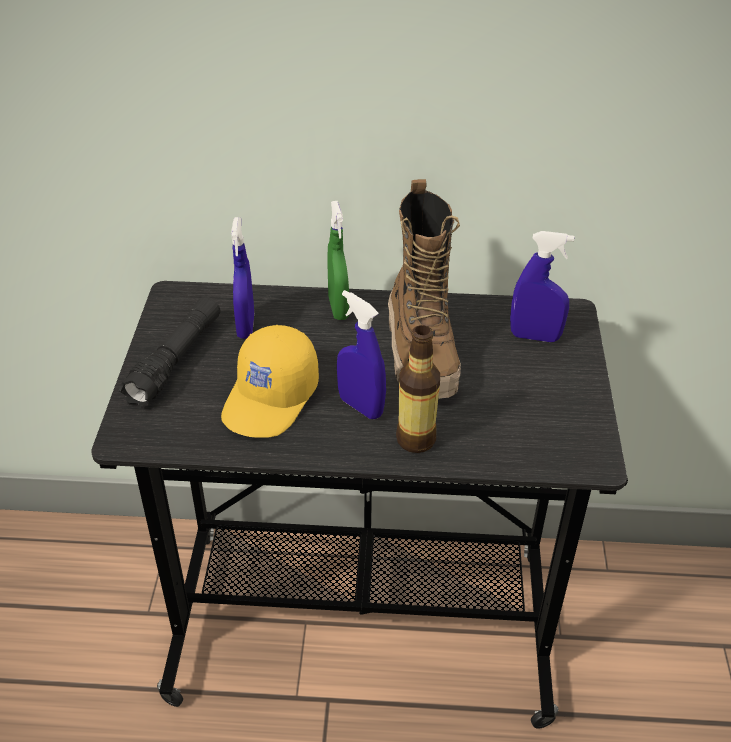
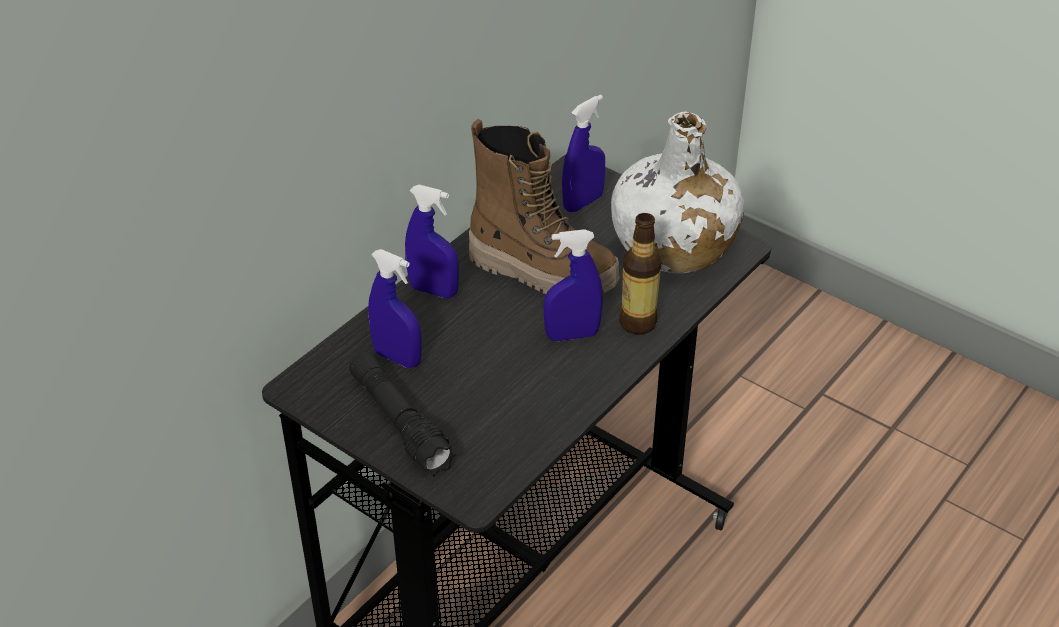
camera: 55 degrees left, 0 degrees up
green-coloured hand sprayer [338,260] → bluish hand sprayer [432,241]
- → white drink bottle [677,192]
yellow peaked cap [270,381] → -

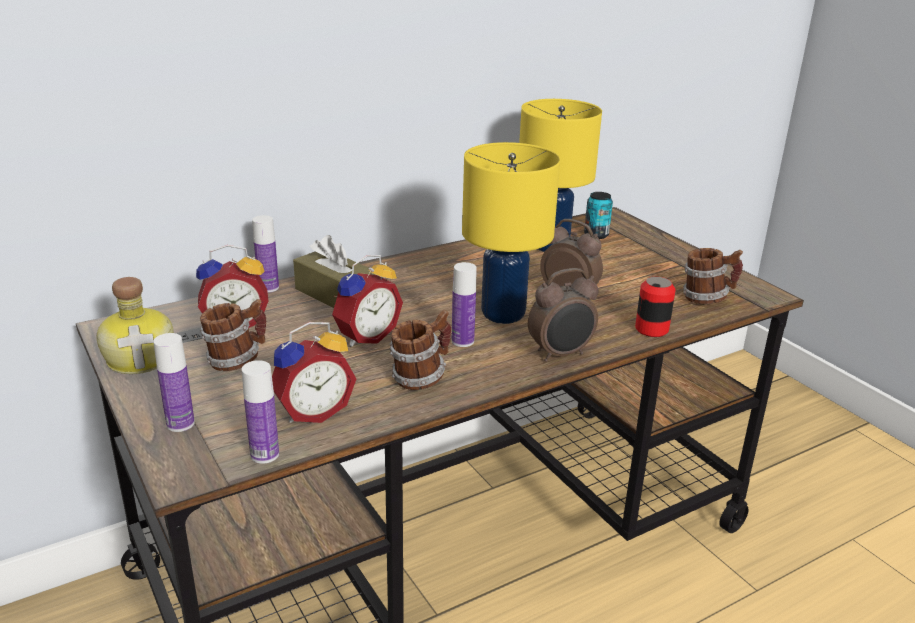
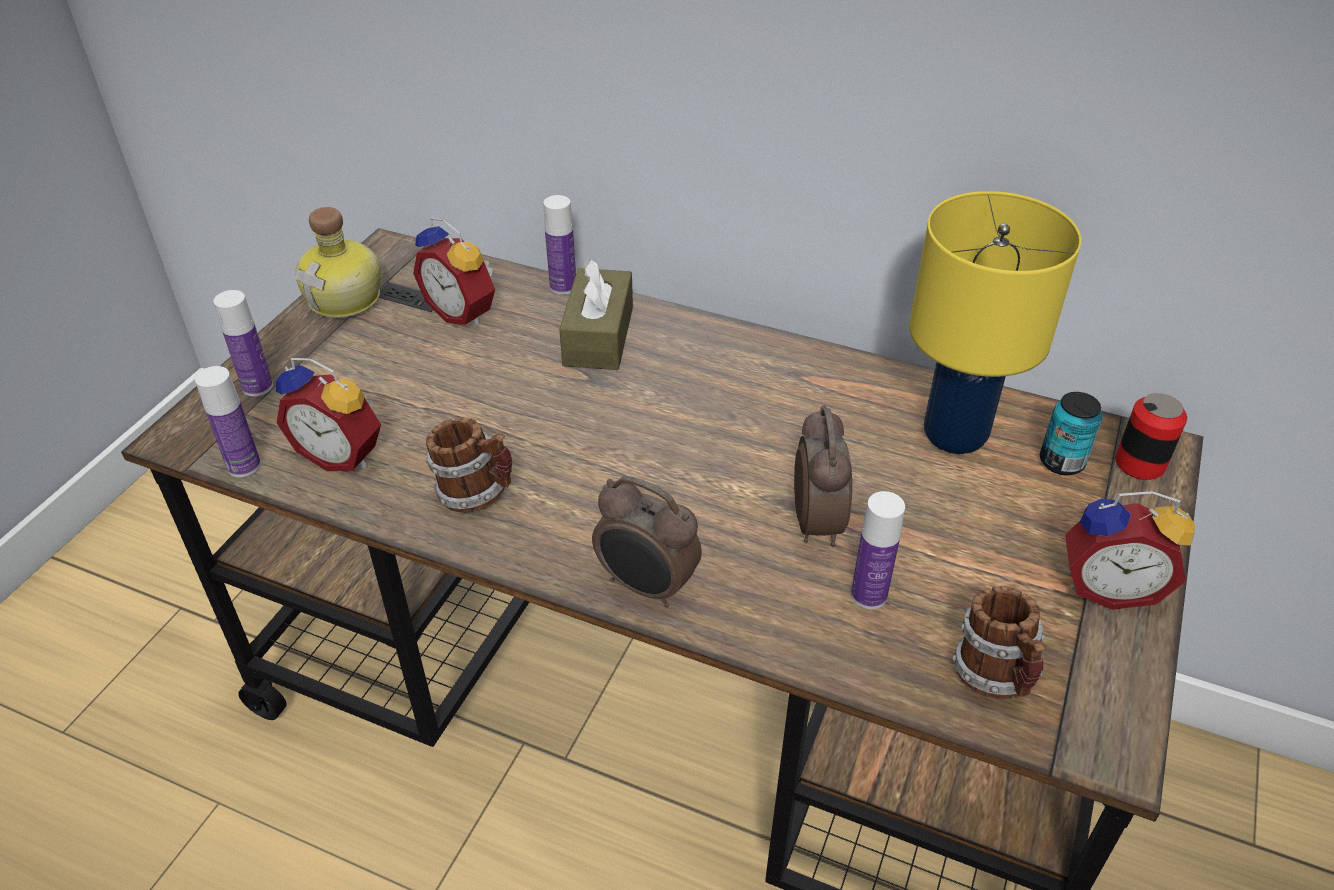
camera: 55 degrees right, 15 degrees up
drink bottle [464,304] → drink bottle [878,550], relocated
alarm clock [367,300] → alarm clock [1130,550], relocated
metal can [655,307] → metal can [1151,436], relocated
mug [233,335] → -
yellow tabletop lamp [511,233] → -

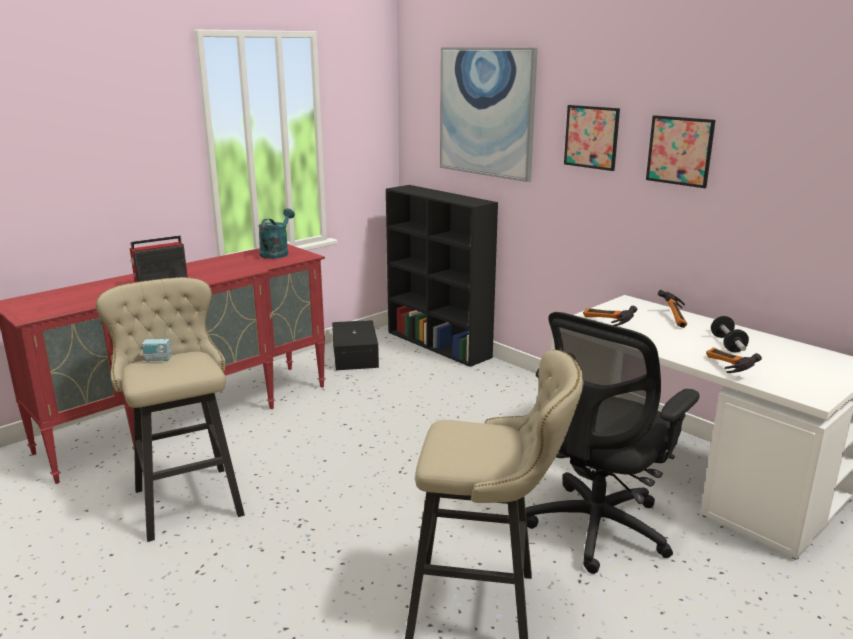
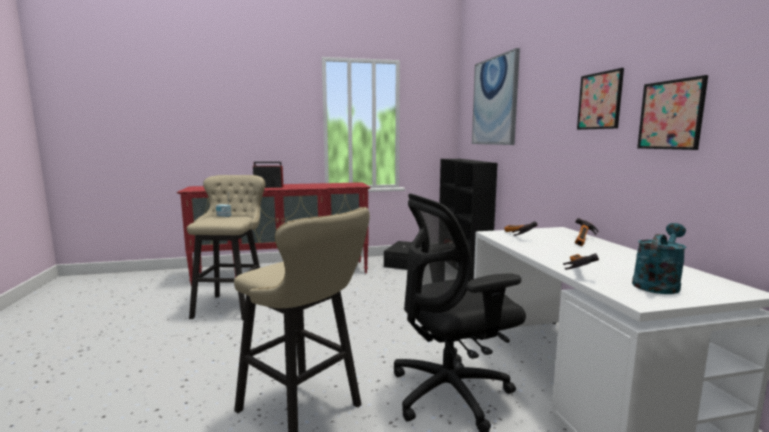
camera: 30 degrees right, 10 degrees down
blue-green watering can [276,233] → blue-green watering can [659,258], relocated
picture [592,138] → picture [672,112], relocated
dumbbell [730,334] → -

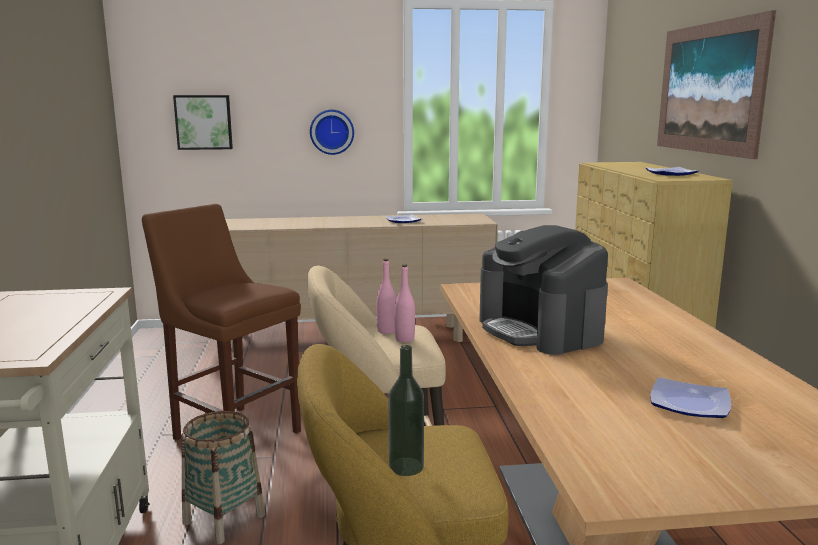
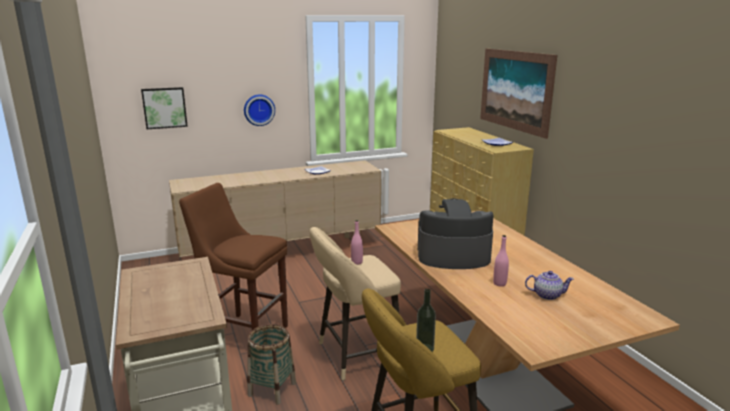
camera: 15 degrees left, 5 degrees up
coffee brewer [543,290] → coffee brewer [455,233], 135 degrees clockwise
pinkish drink bottle [405,304] → pinkish drink bottle [501,261], relocated
plate [690,397] → teapot [549,285]

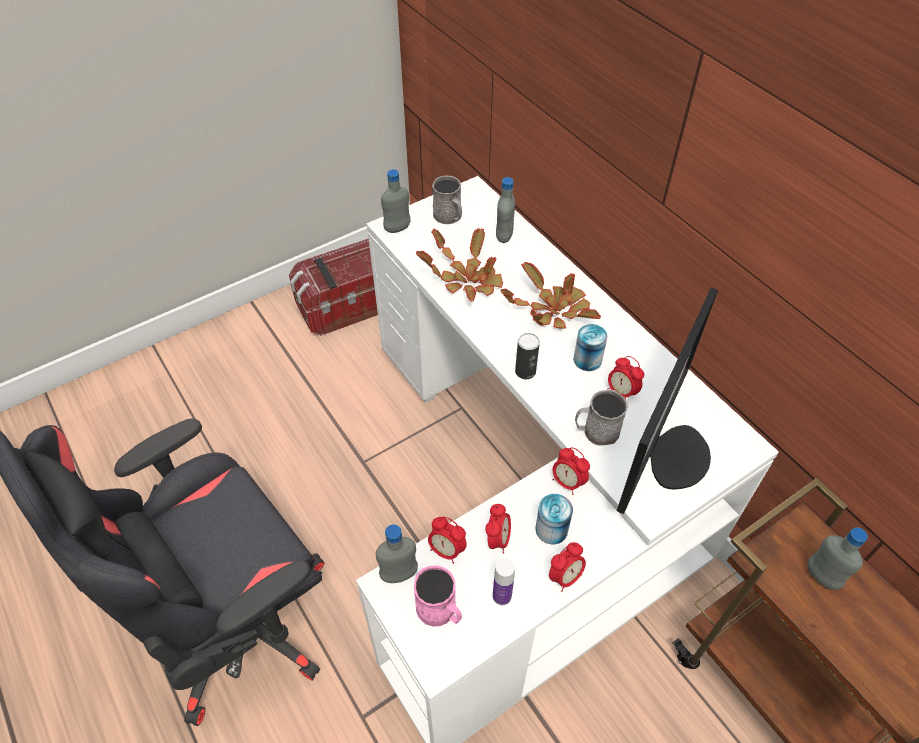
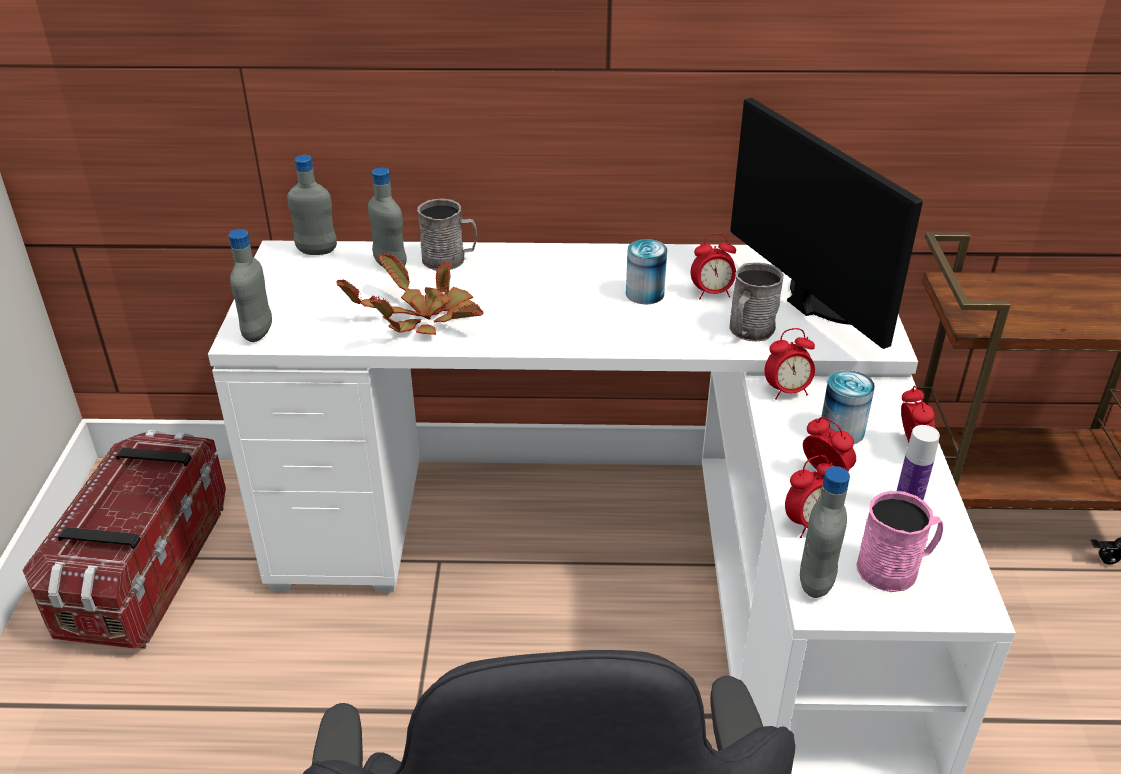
camera: 55 degrees left, 15 degrees down
gray drink bottle [837,558] → gray drink bottle [312,205], relocated
gray mug [447,200] → gray mug [447,234], relocated
plant in a pot [551,295] → -
metal can [527,356] → -

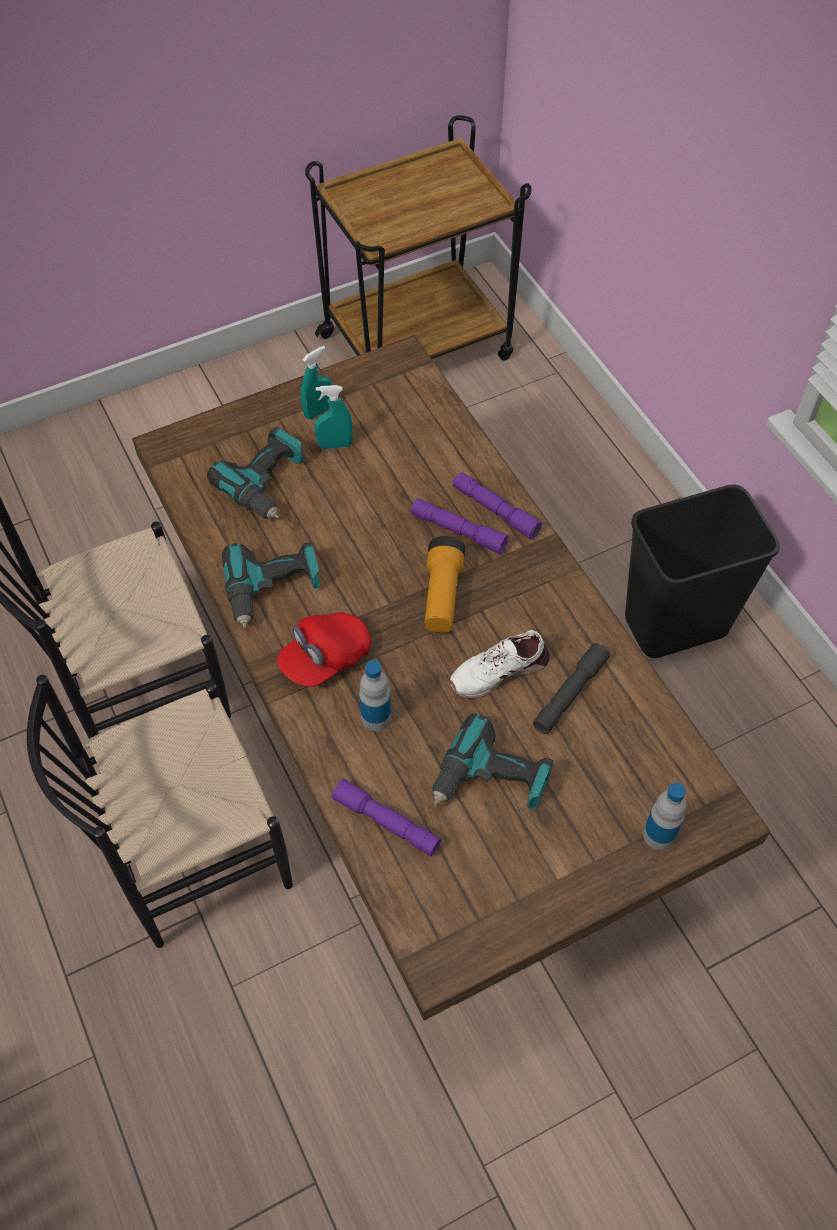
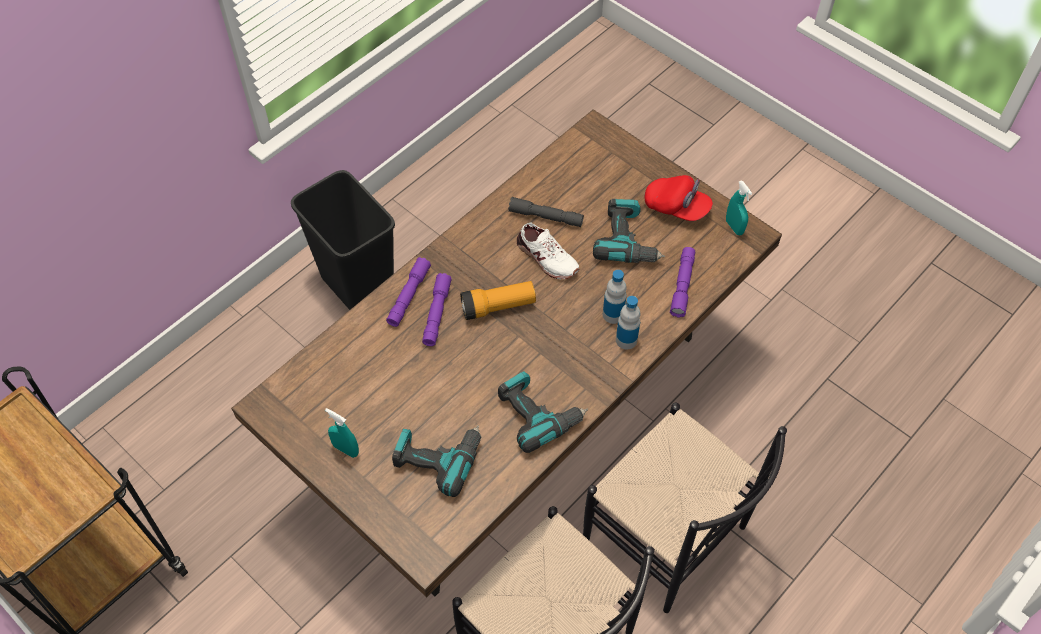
camera: 110 degrees left, 0 degrees up
drink bottle [664,816] → drink bottle [628,322], relocated
red-coloured peaked cap [324,649] → red-coloured peaked cap [679,198], relocated
blue-green hand sprayer [334,417] → blue-green hand sprayer [739,207], relocated

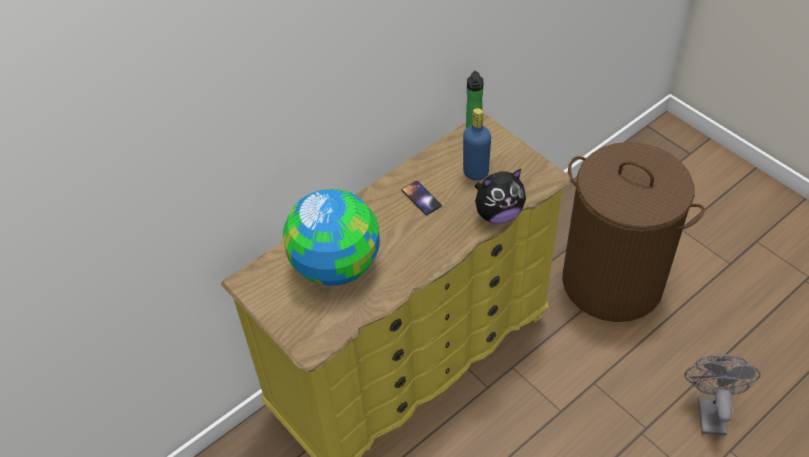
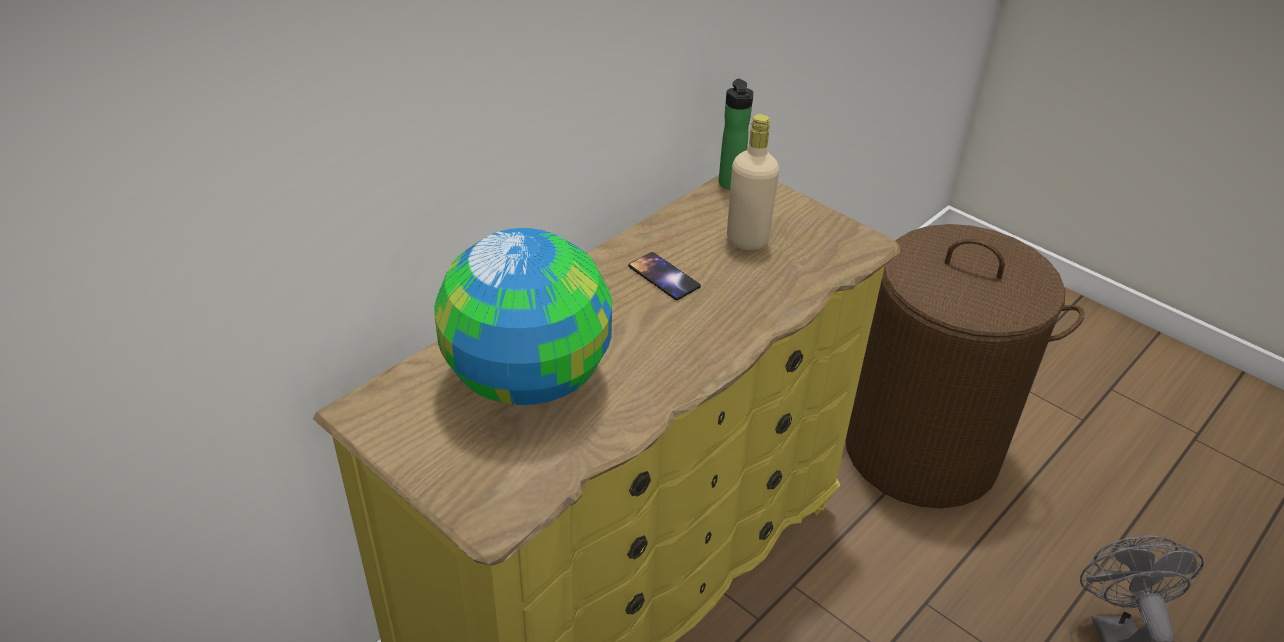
camera: 10 degrees left, 10 degrees down
bluish drink bottle [477,144] → beige drink bottle [753,182]
plush toy [500,196] → -

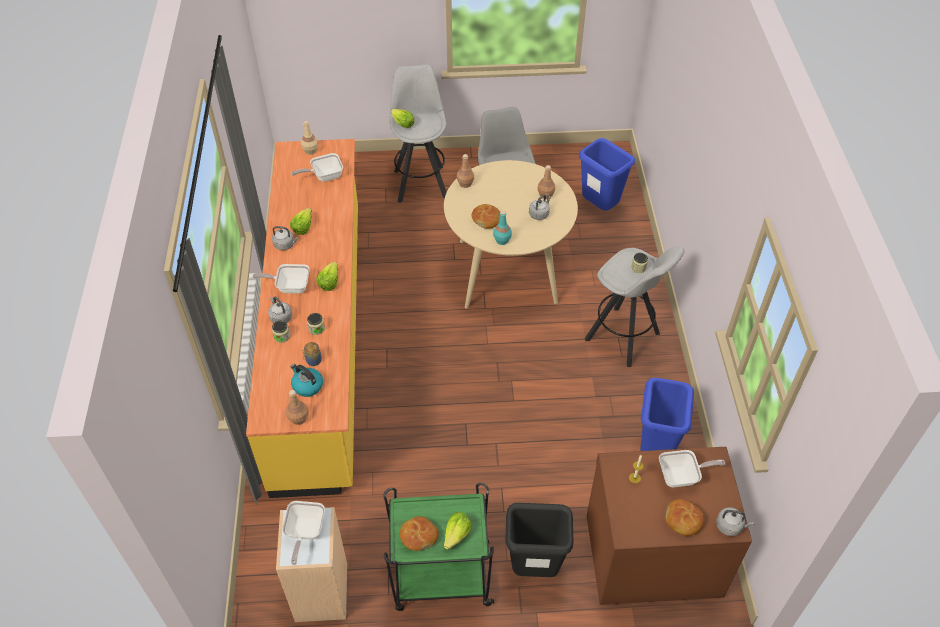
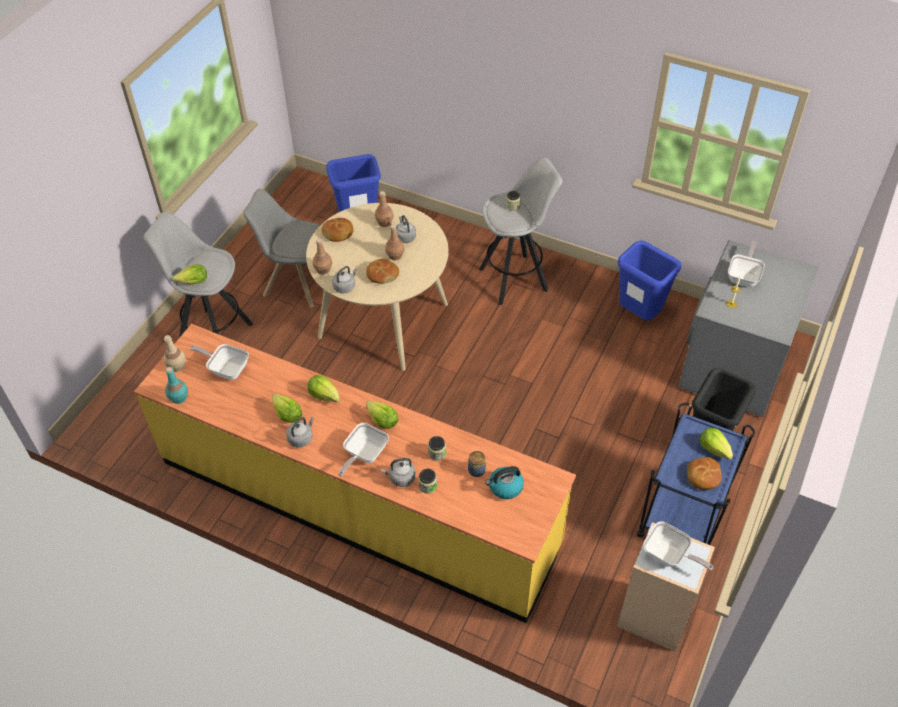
camera: 60 degrees left, 0 degrees up
blue-green drink bottle [502,228] → blue-green drink bottle [176,385], relocated
skillet [317,167] → skillet [219,362], 105 degrees clockwise
- → head of lettuce [323,388]
baked bread [684,517] → baked bread [337,230], relocated
gray water kettle [735,521] → gray water kettle [344,279], relocated
brownish drink bottle [297,407] → brownish drink bottle [394,242], relocated
green-coloured cart [438,547] → bluish cart [696,474]
brownish washing machine [669,526] → gray washing machine [749,328]

